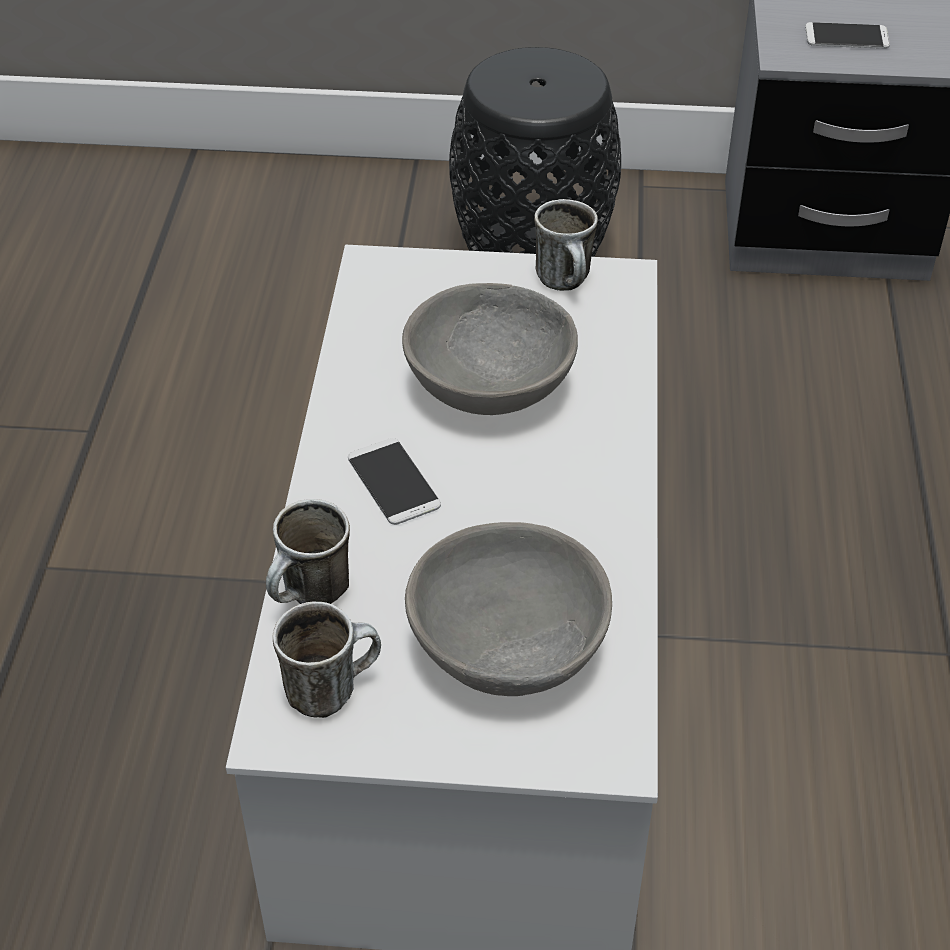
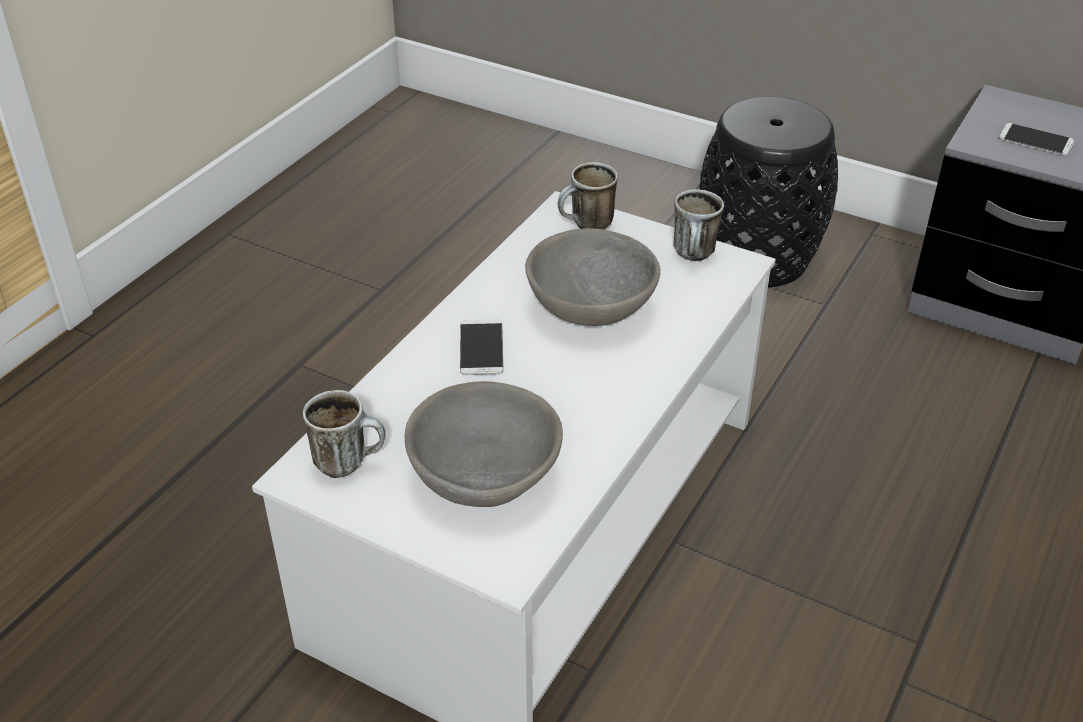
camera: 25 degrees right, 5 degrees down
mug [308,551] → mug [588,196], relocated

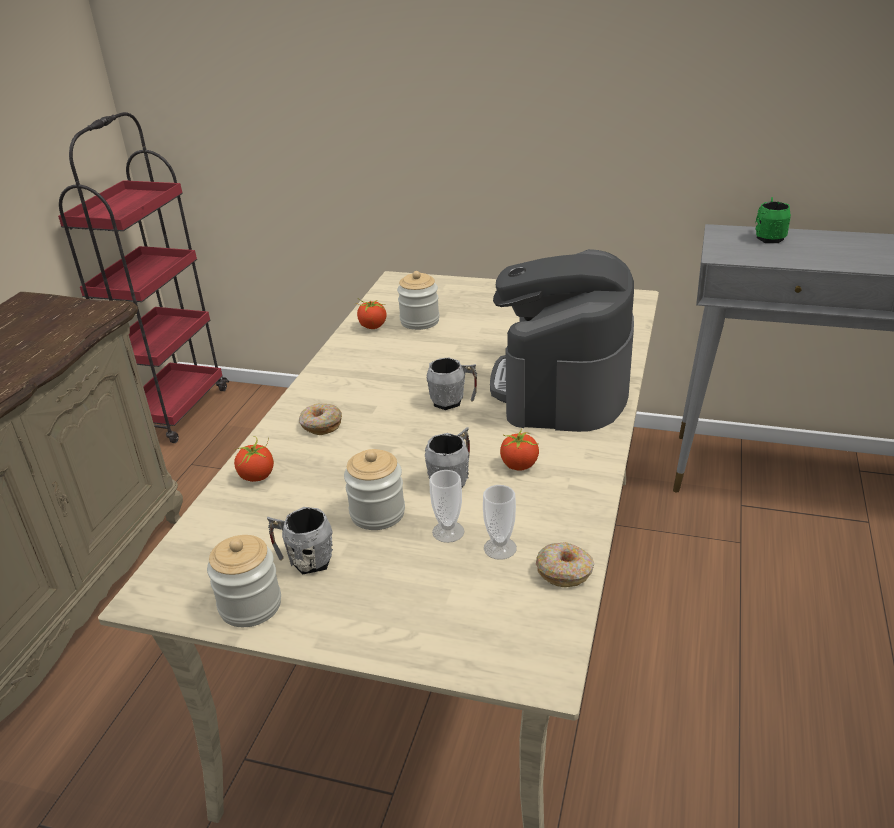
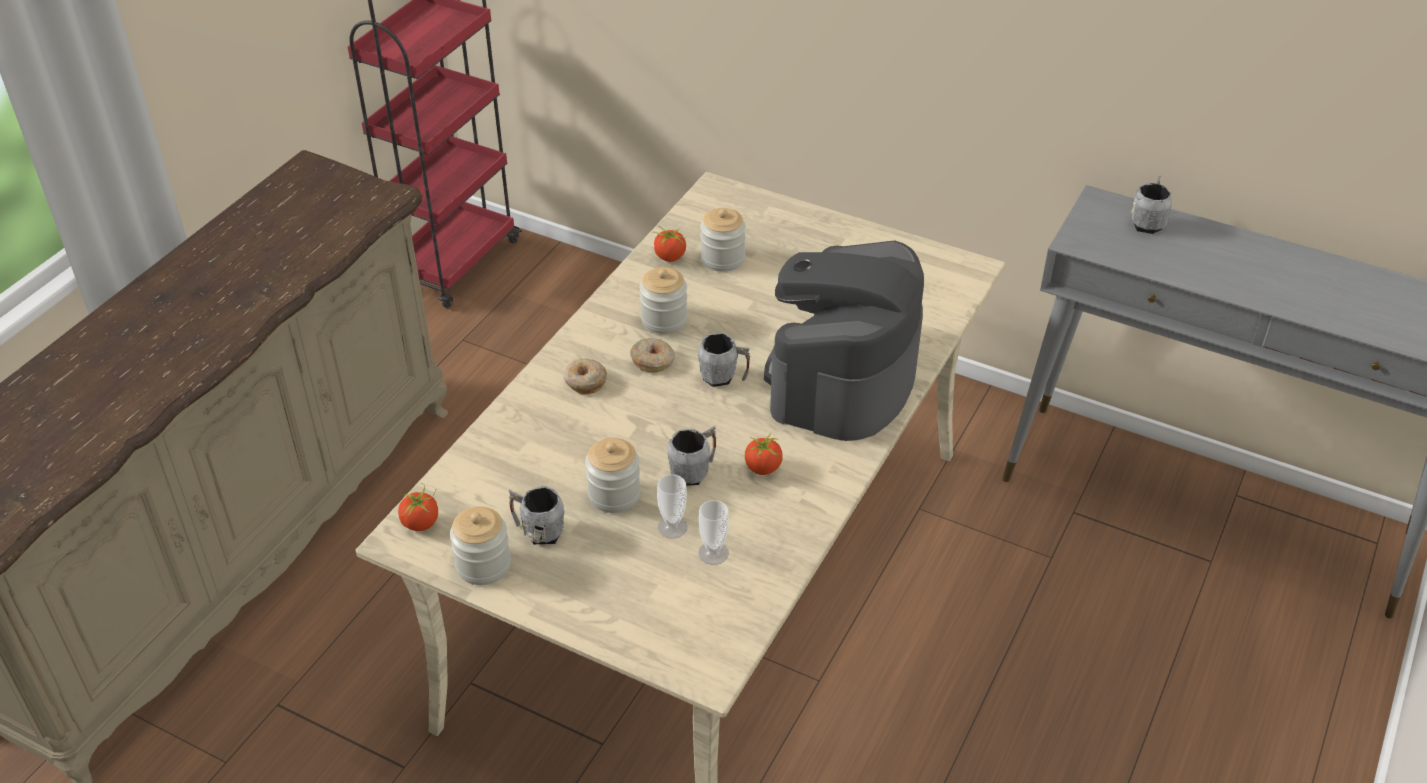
camera: 10 degrees right, 10 degrees up
fresh tomato [254,459] → fresh tomato [418,507], relocated
ring doughnut [565,564] → ring doughnut [652,355], relocated
- → preserve jar [663,300]
green-coloured mug [773,220] → gray mug [1151,205]

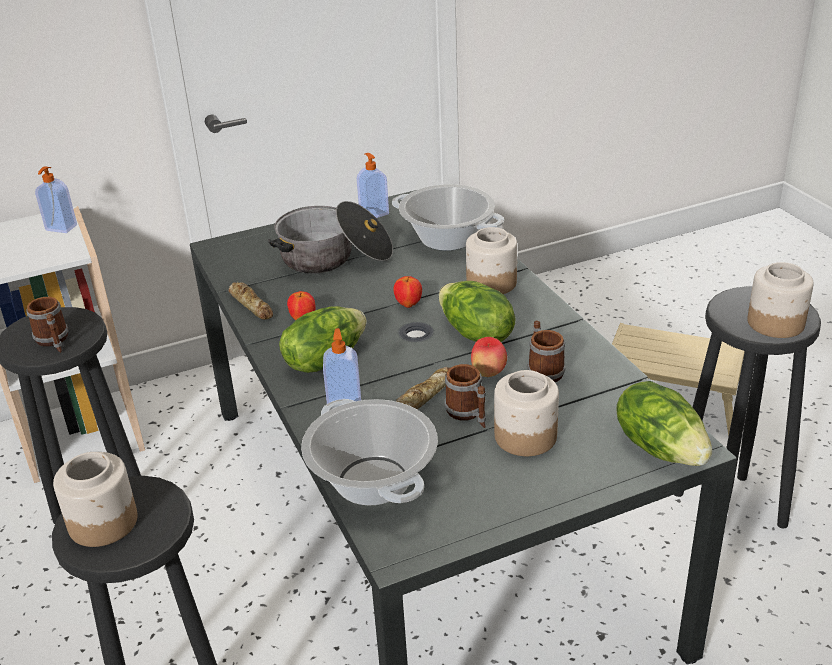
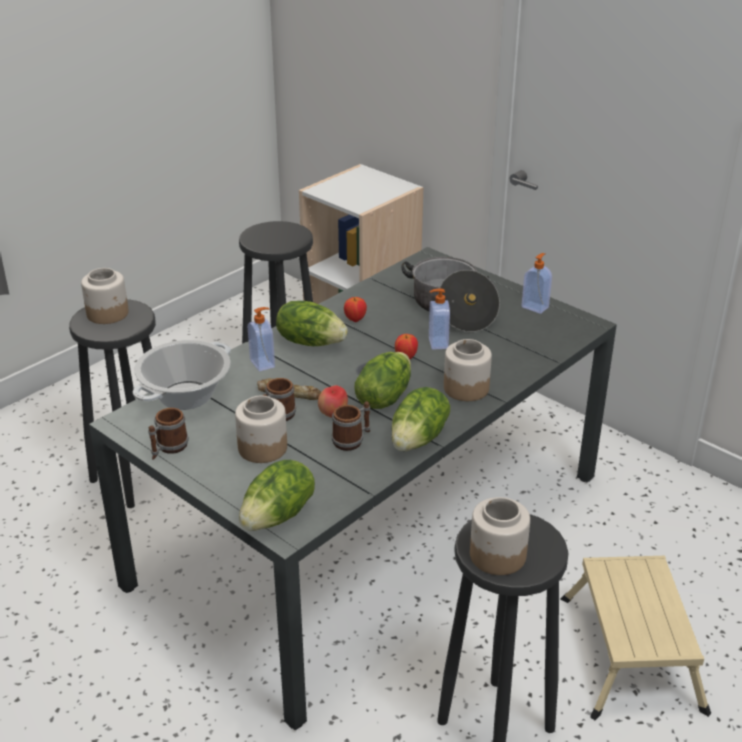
camera: 65 degrees right, 0 degrees up
mug [47,325] → mug [168,434], relocated
- → head of lettuce [420,419]
liquid soap bottle [56,200] → liquid soap bottle [439,319], relocated
baked bread [251,301] → -
stockpot [448,217] → -

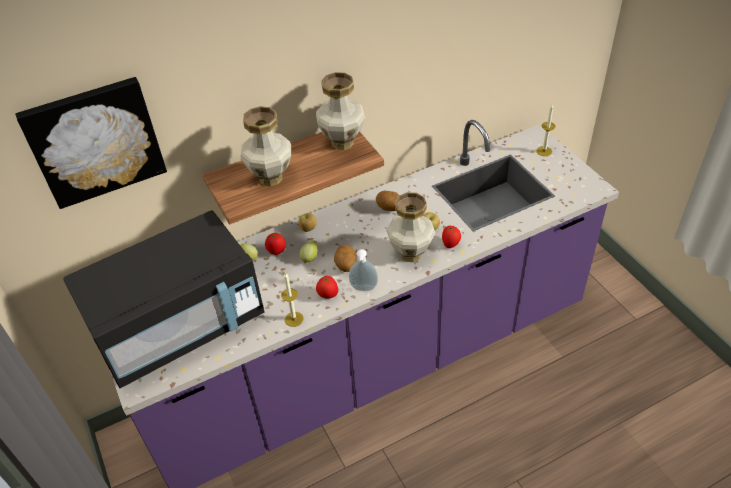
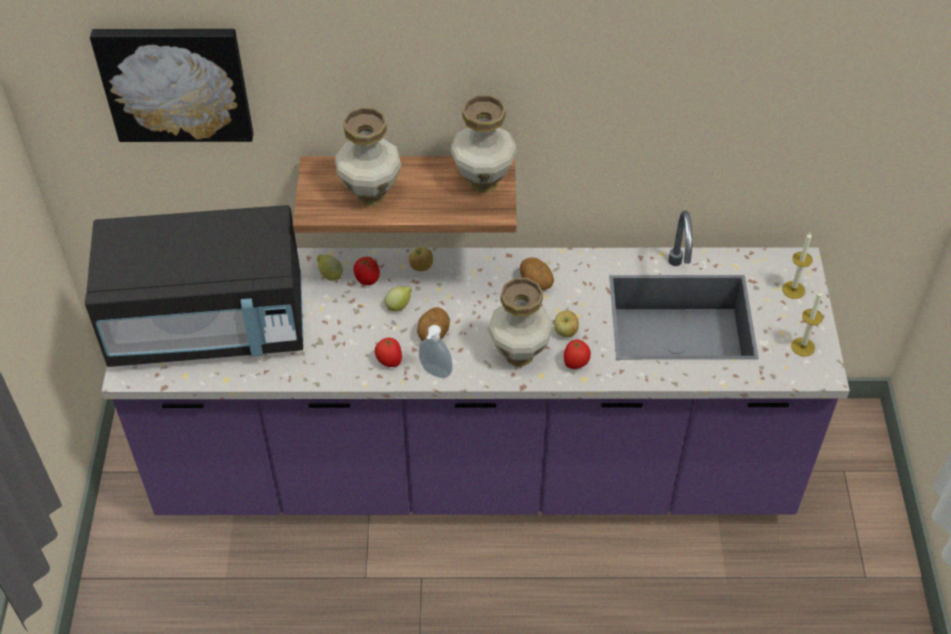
camera: 25 degrees right, 5 degrees up
wax candle [292,300] → wax candle [807,323], relocated

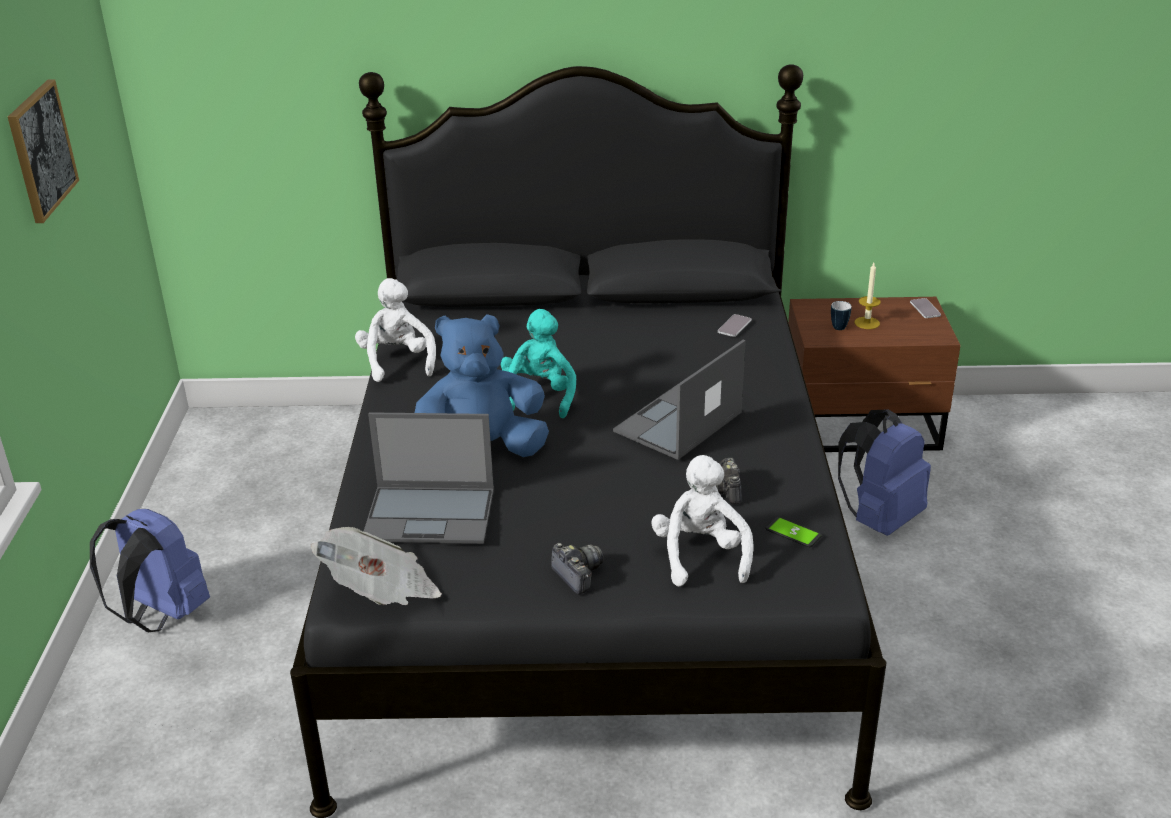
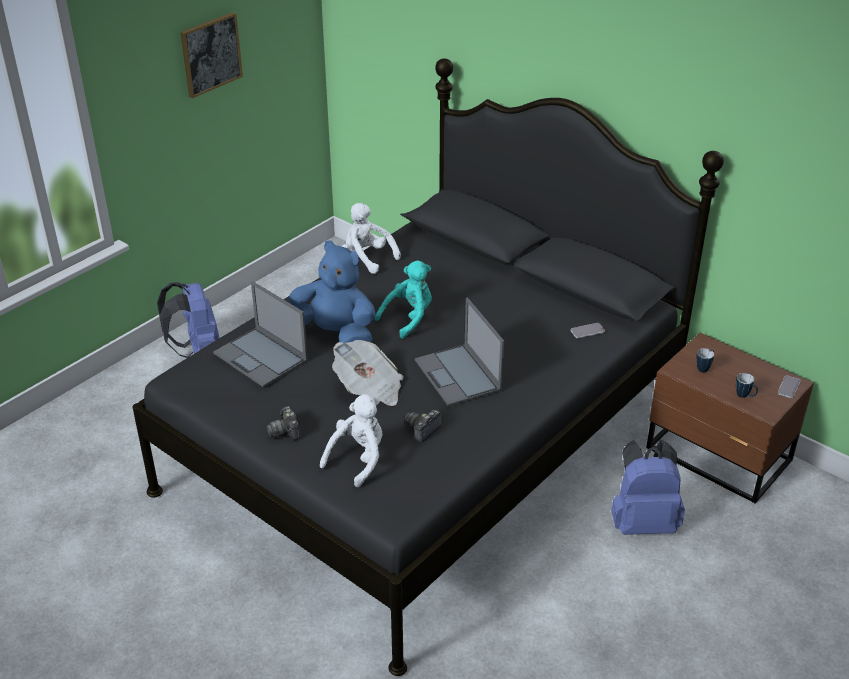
camera: 40 degrees right, 5 degrees up
photo camera [577,569] → photo camera [284,423], 150 degrees clockwise
daily paper [376,566] → daily paper [367,373], relocated
white plush toy [395,330] → white plush toy [371,238], 75 degrees counterclockwise
notebook computer [679,400] → notebook computer [459,352], 105 degrees counterclockwise
- → mug [747,385]
handset [793,532] → -
wax candle [868,296] → -

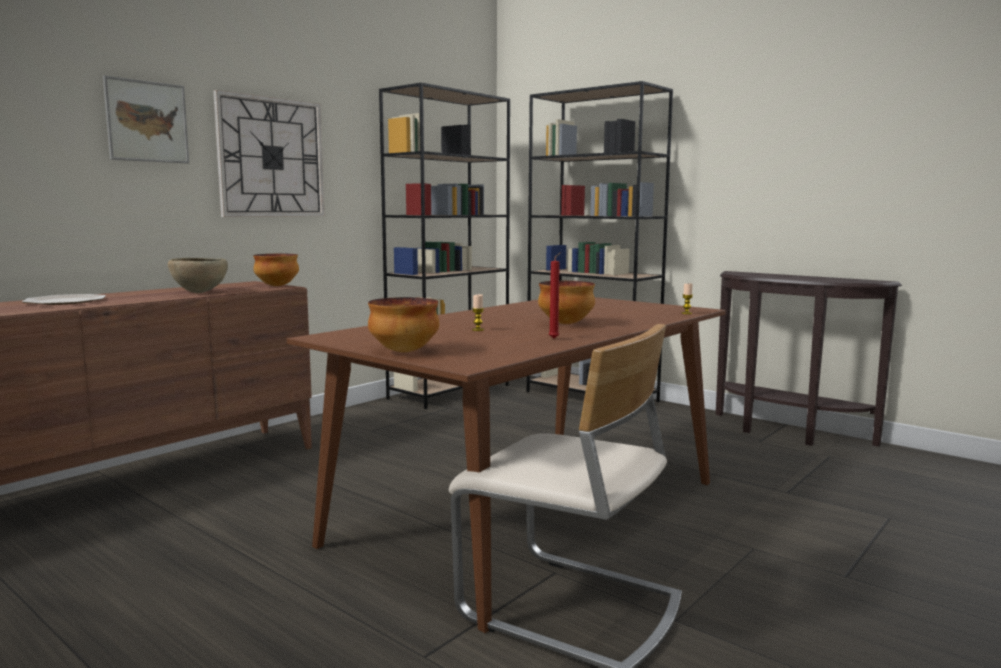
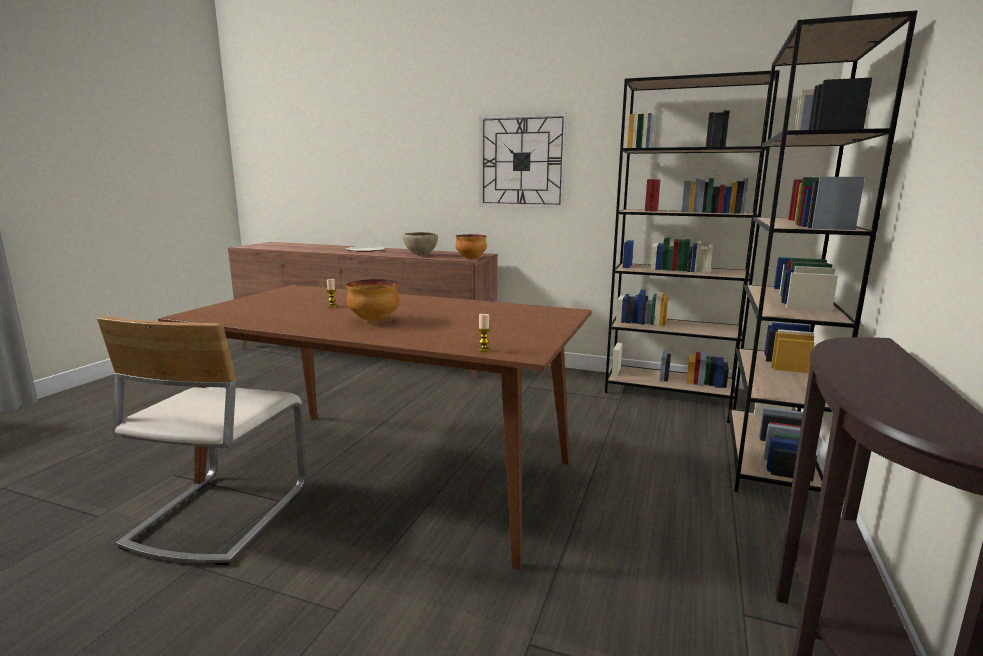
camera: 70 degrees right, 5 degrees up
picture [146,119] → -
deep dish [403,324] → -
red-coloured wax candle [555,295] → -

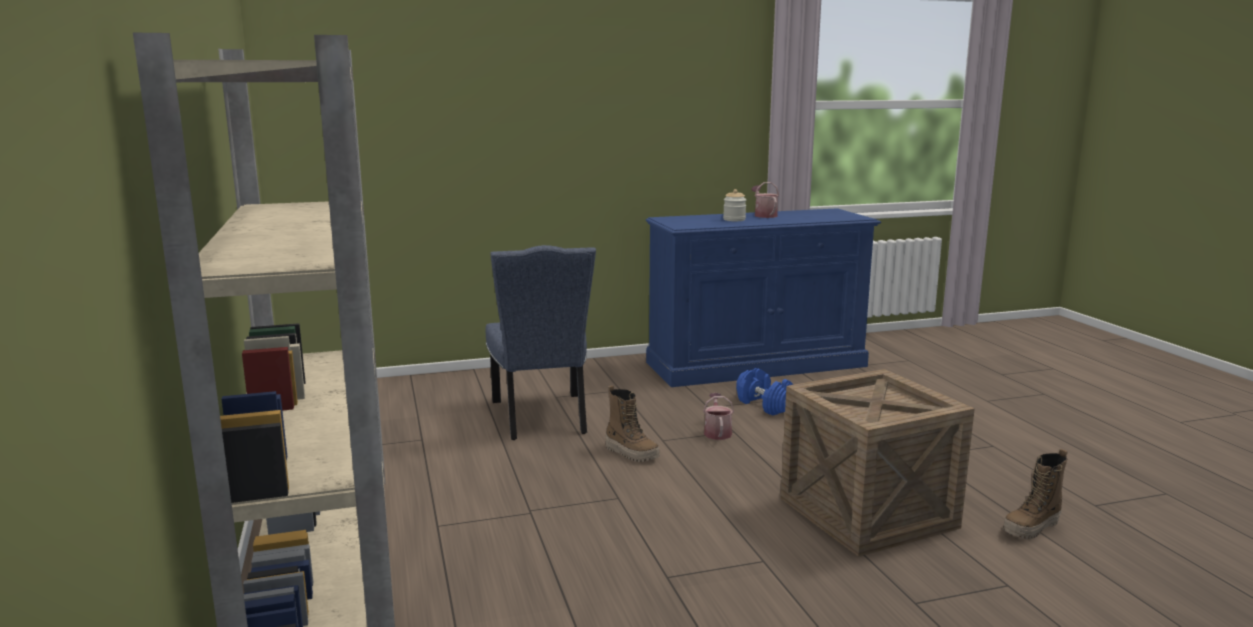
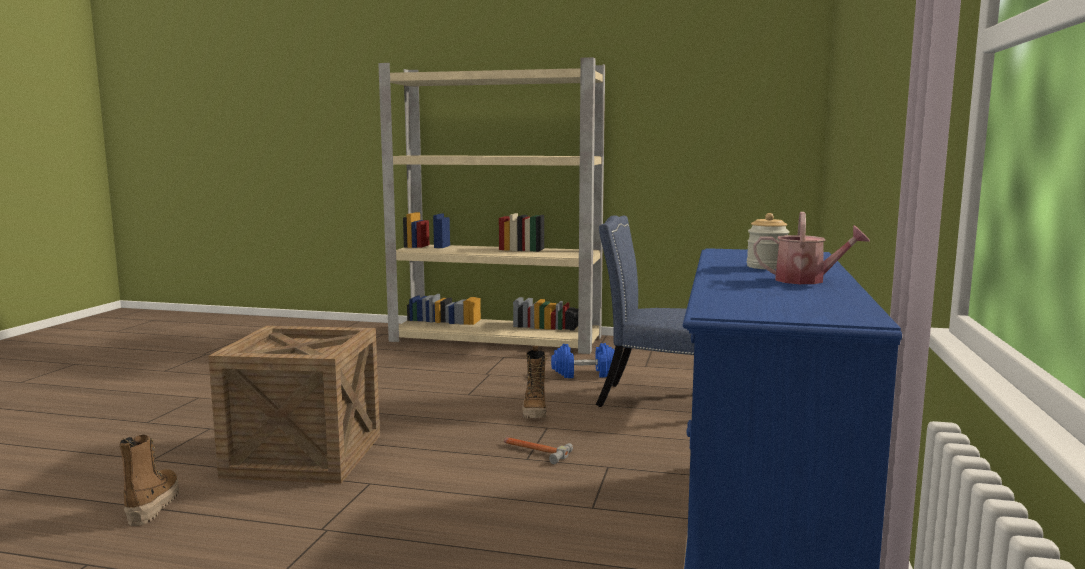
camera: 120 degrees right, 5 degrees down
watering can [718,416] → tool hammer [538,450]
tall boot [632,423] → tall boot [534,382], 75 degrees counterclockwise
bluish dumbbell [764,392] → bluish dumbbell [583,360], relocated

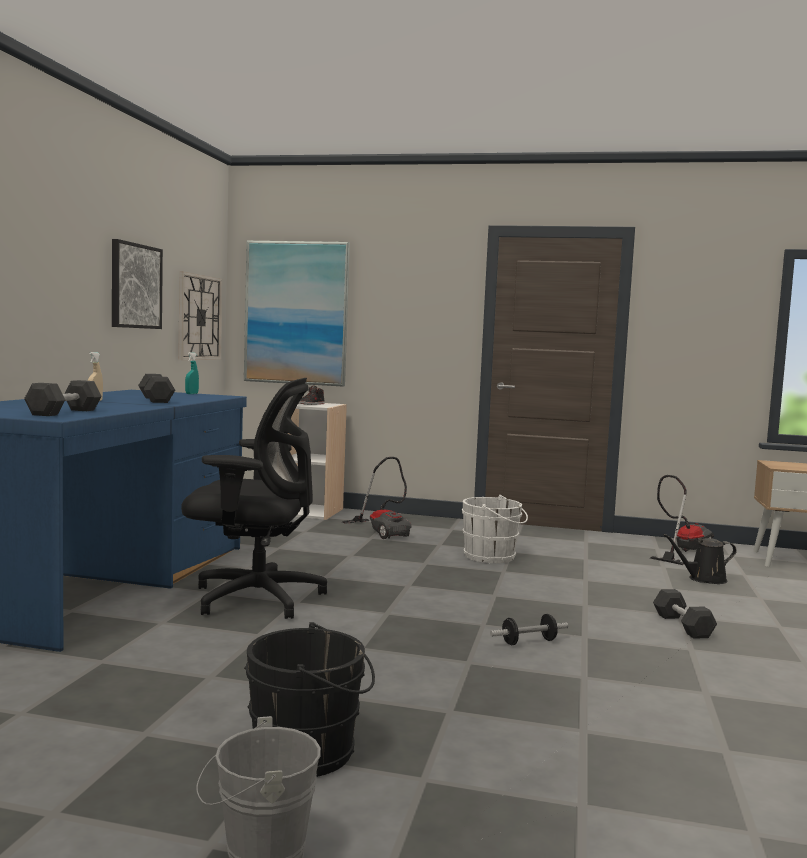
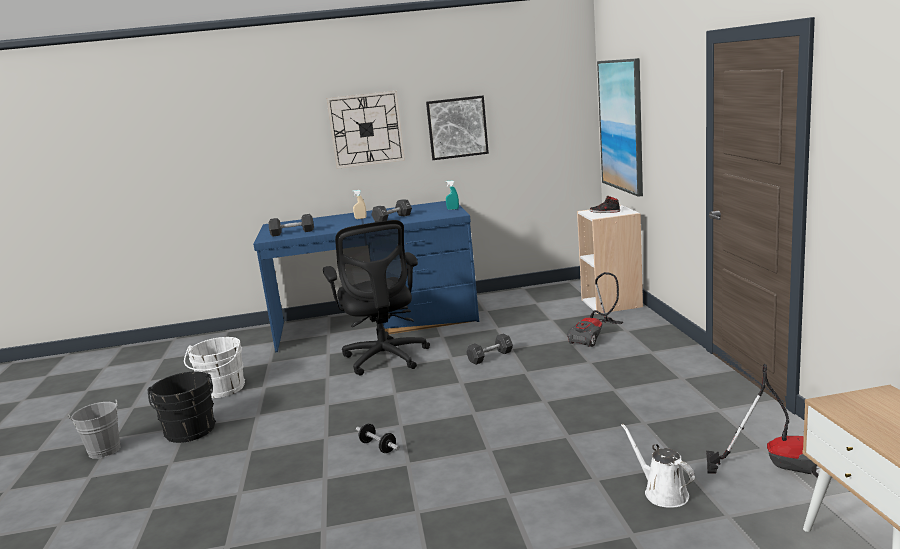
camera: 70 degrees right, 10 degrees up
white pail [495,529] → white pail [214,367], relocated
hanging clock [200,316] → hanging clock [365,130], relocated
black dumbbell [685,614] → black dumbbell [490,349], relocated
black watering can [700,559] → white watering can [658,465]

